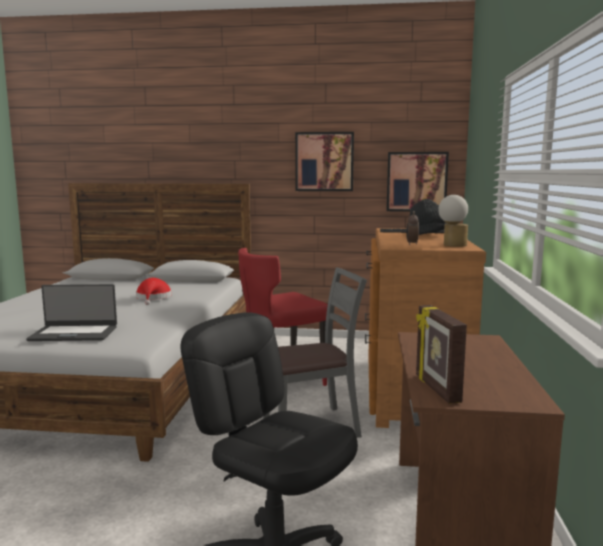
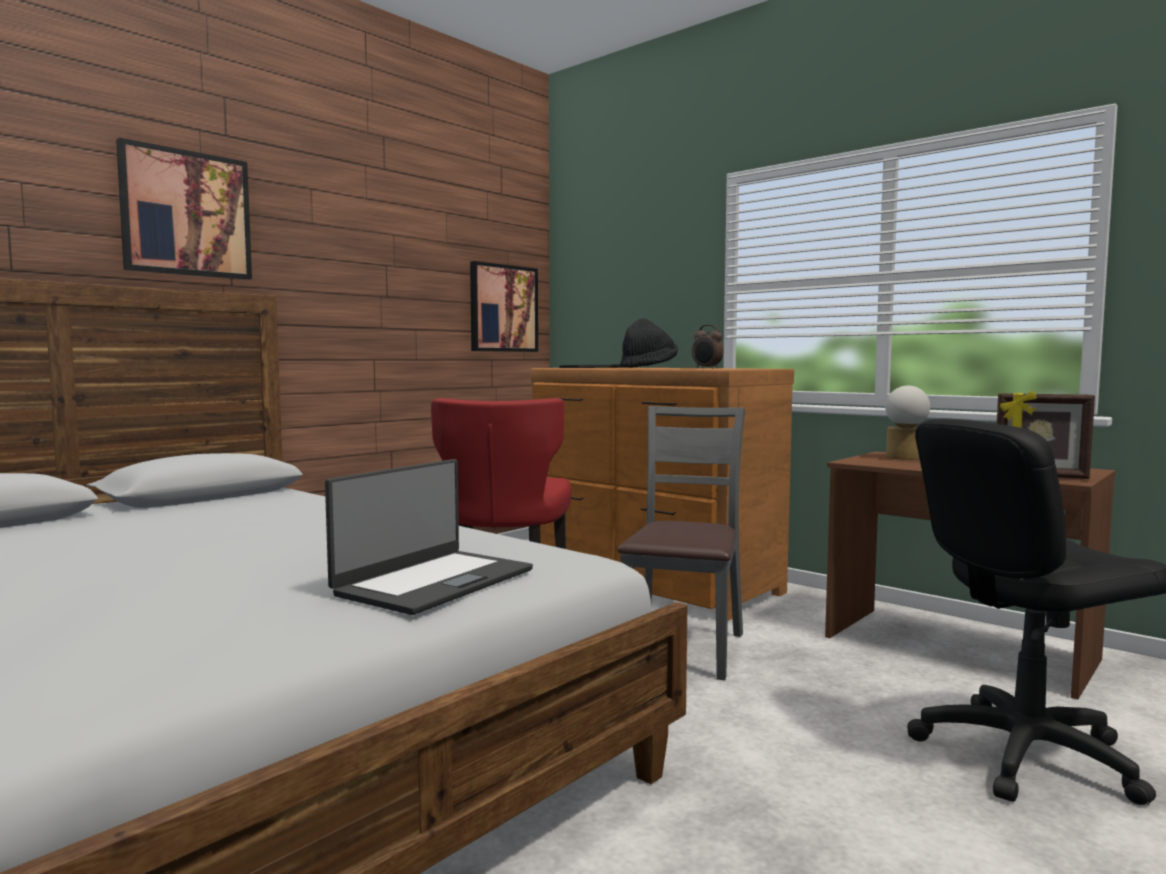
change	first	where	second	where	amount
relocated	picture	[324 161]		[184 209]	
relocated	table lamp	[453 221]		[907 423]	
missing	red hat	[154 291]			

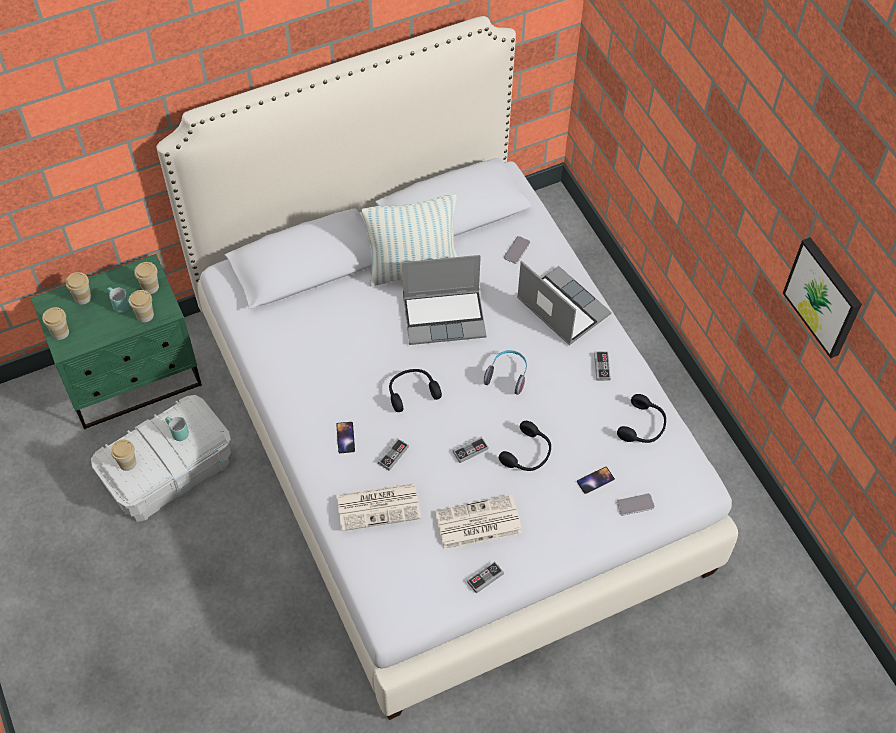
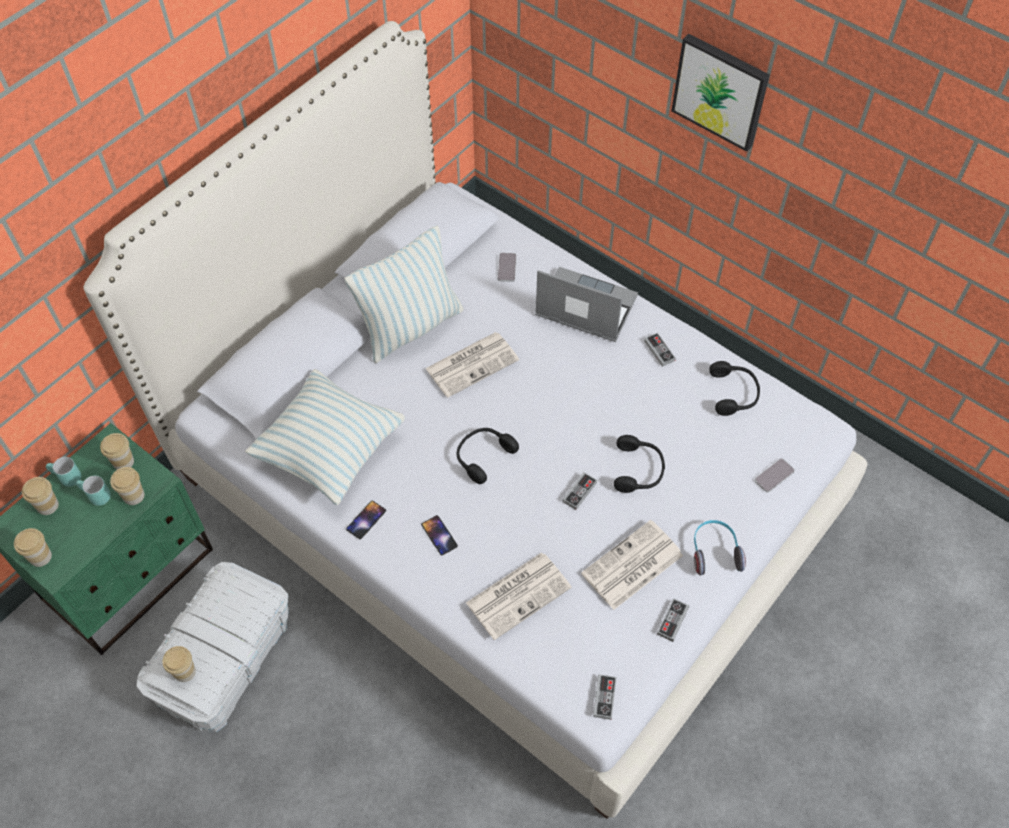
change	first	where	second	where	amount
relocated	turquoise mug	[177 429]		[63 472]	
appeared			pillow	[325 437]	
relocated	phone	[596 480]		[366 519]	
exchanged	laptop	[444 300]	newspaper	[472 365]	
relocated	game controller	[393 454]		[604 697]	
relocated	picture	[822 297]		[720 93]	
relocated	headphones	[505 372]		[720 547]	

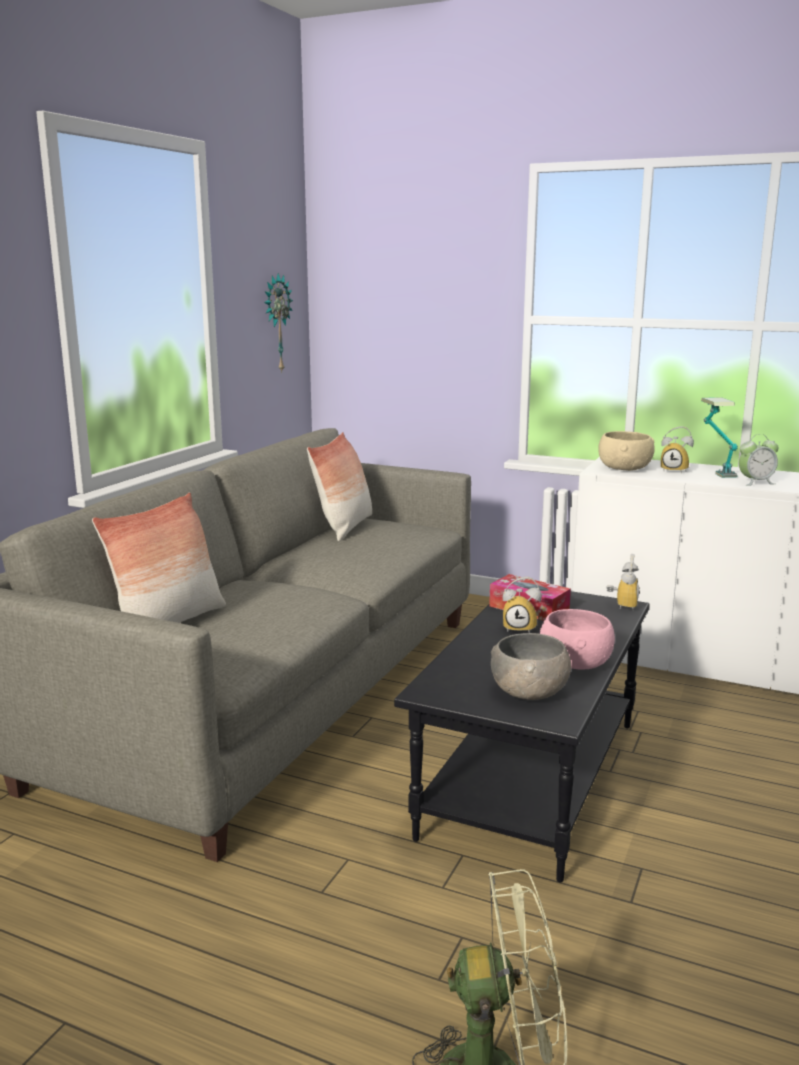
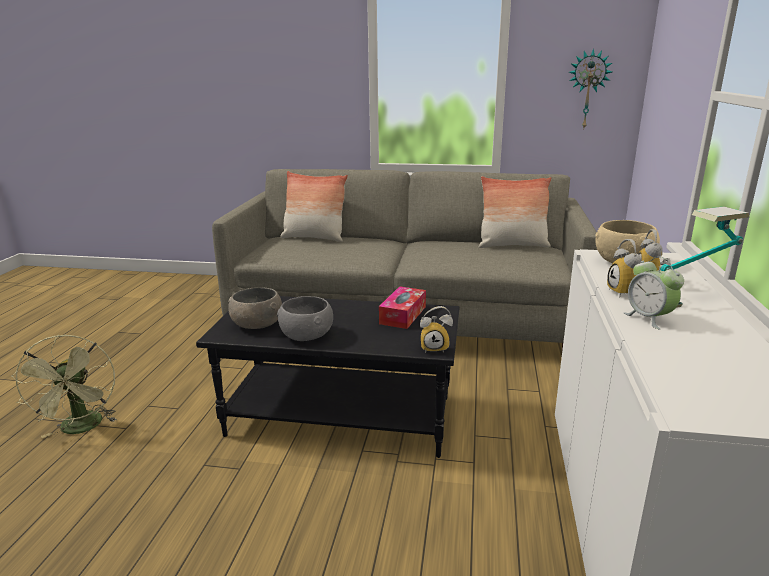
change	first	where	second	where	amount
colour	pink bowl	[577 639]	grey bowl	[305 318]	
relocated	alarm clock	[522 604]		[624 268]	

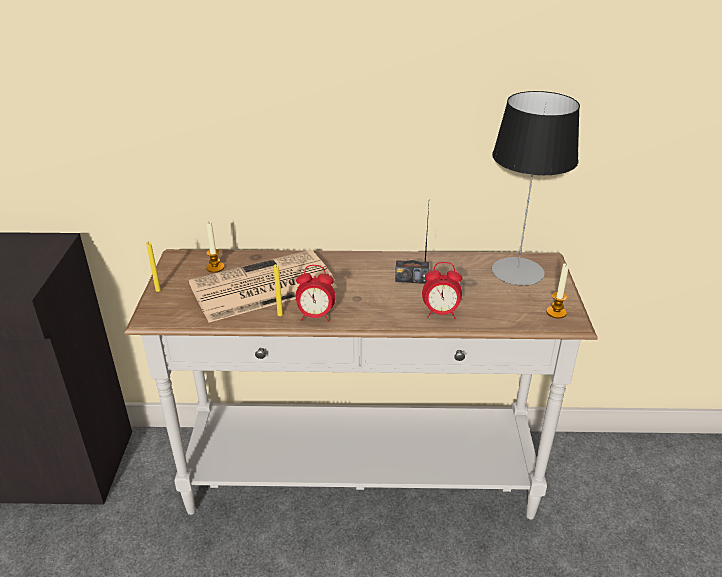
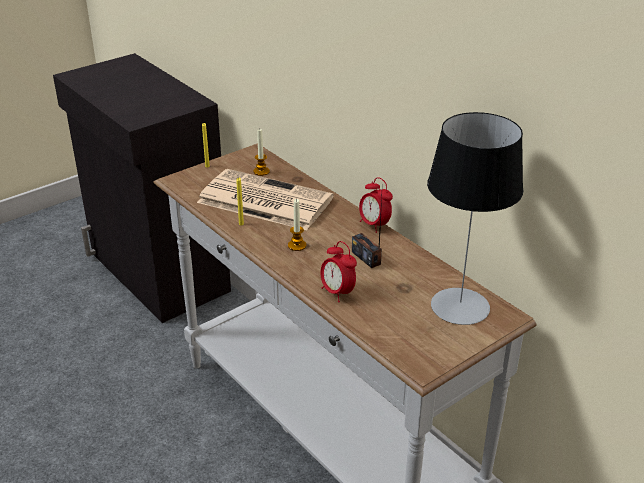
change	first	where	second	where	amount
relocated	candle	[557 291]		[297 225]	
relocated	alarm clock	[316 293]		[376 205]	

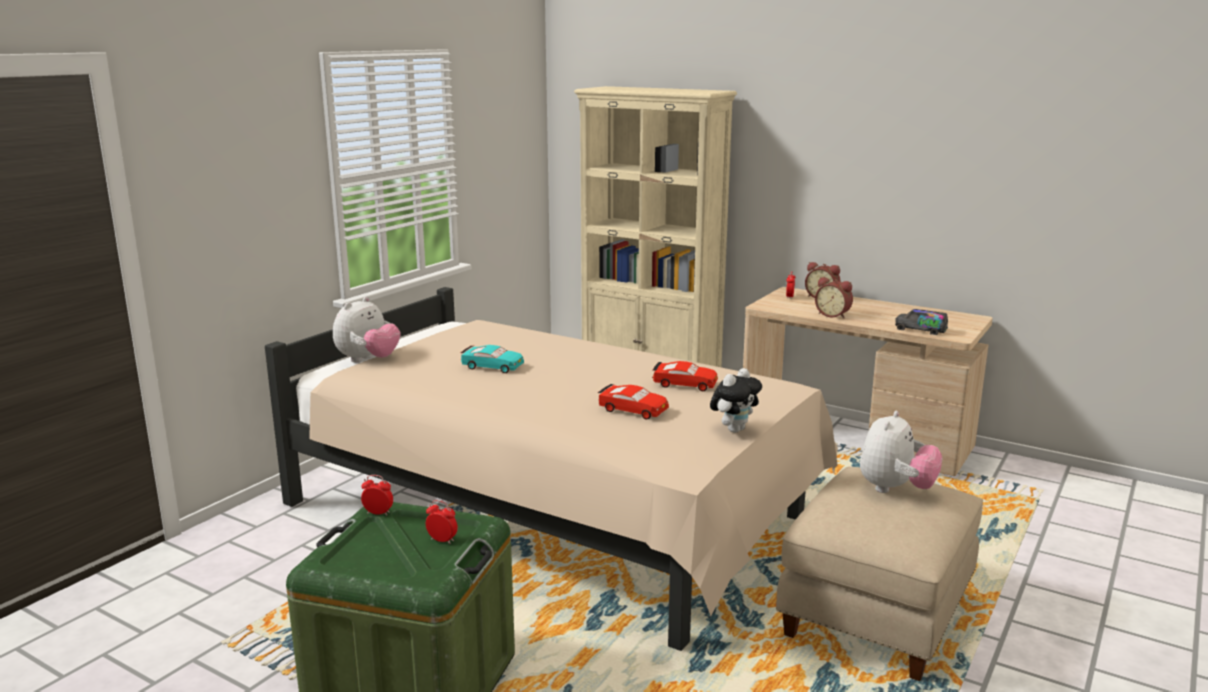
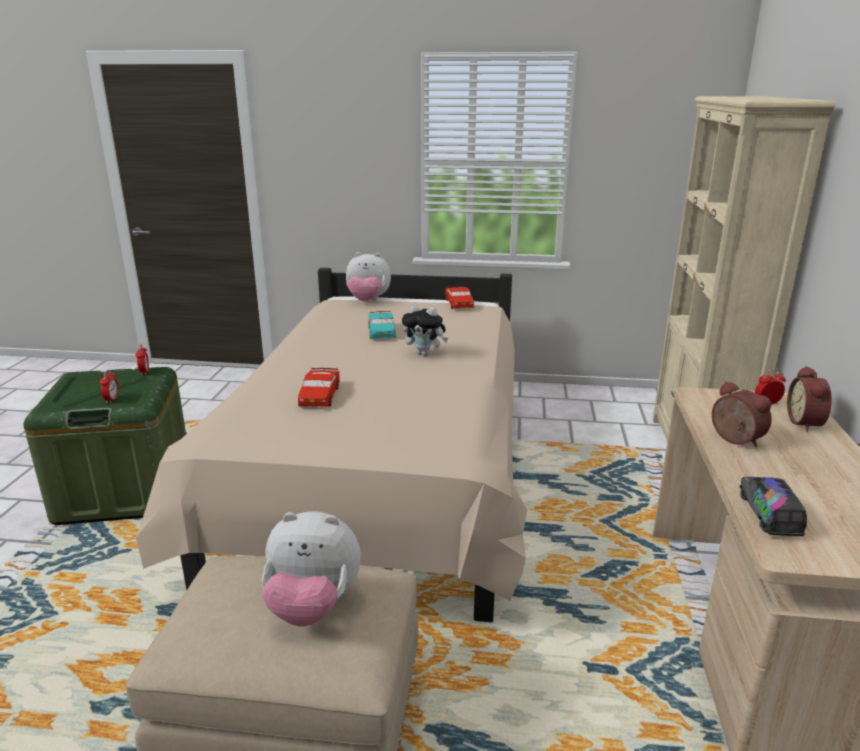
change	first	where	second	where	amount
relocated	plush toy	[736 400]		[425 330]	
relocated	red toy car	[685 376]		[459 297]	
spun	alarm clock	[834 297]		[742 414]	135 degrees clockwise

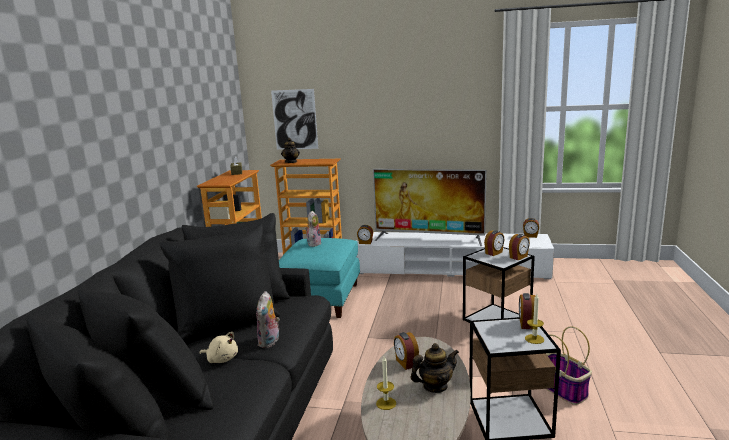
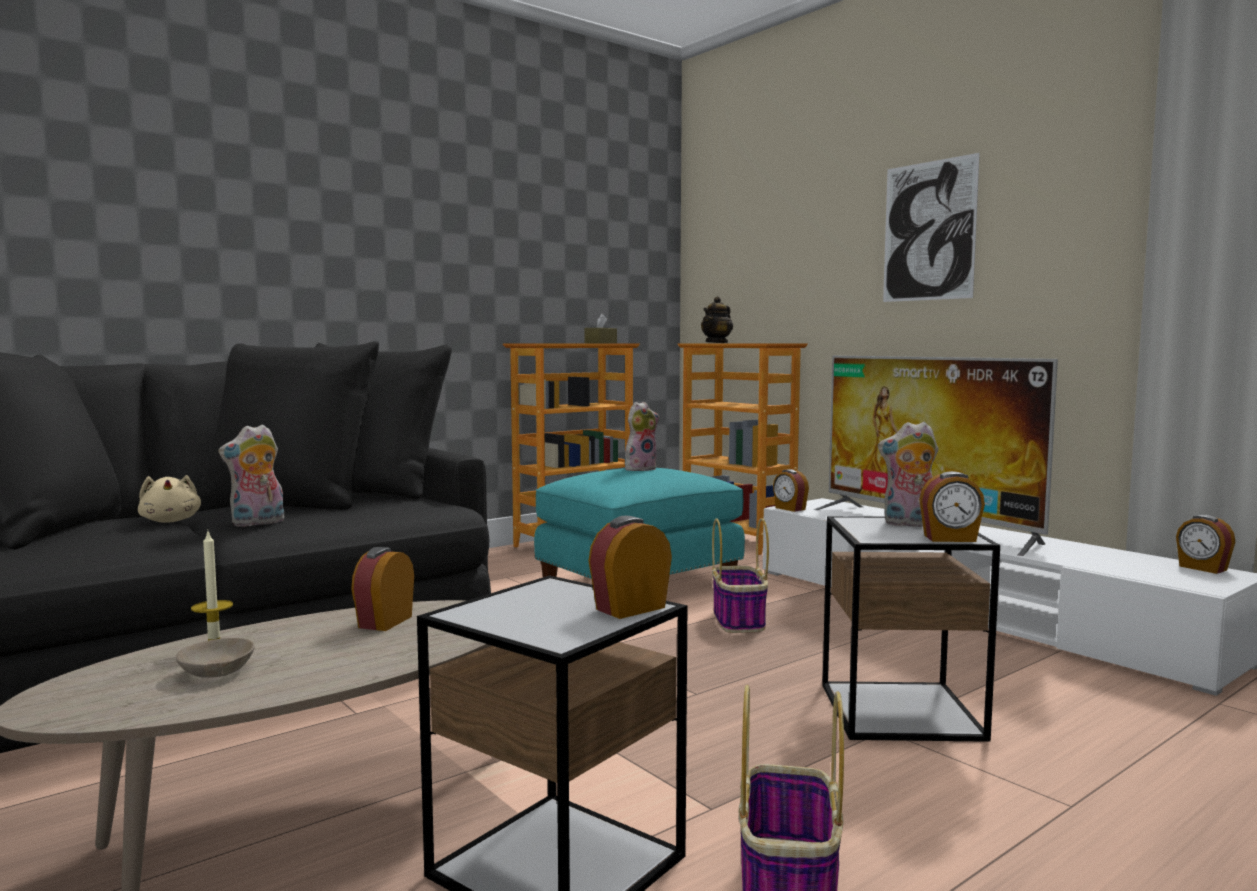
change	first	where	second	where	amount
appeared			beige bowl	[215 658]	
appeared			basket	[740 575]	
exchanged	alarm clock	[494 243]	plush toy	[908 474]	
relocated	picture	[294 119]		[931 227]	
missing	teapot	[435 368]			
missing	candle	[534 319]			

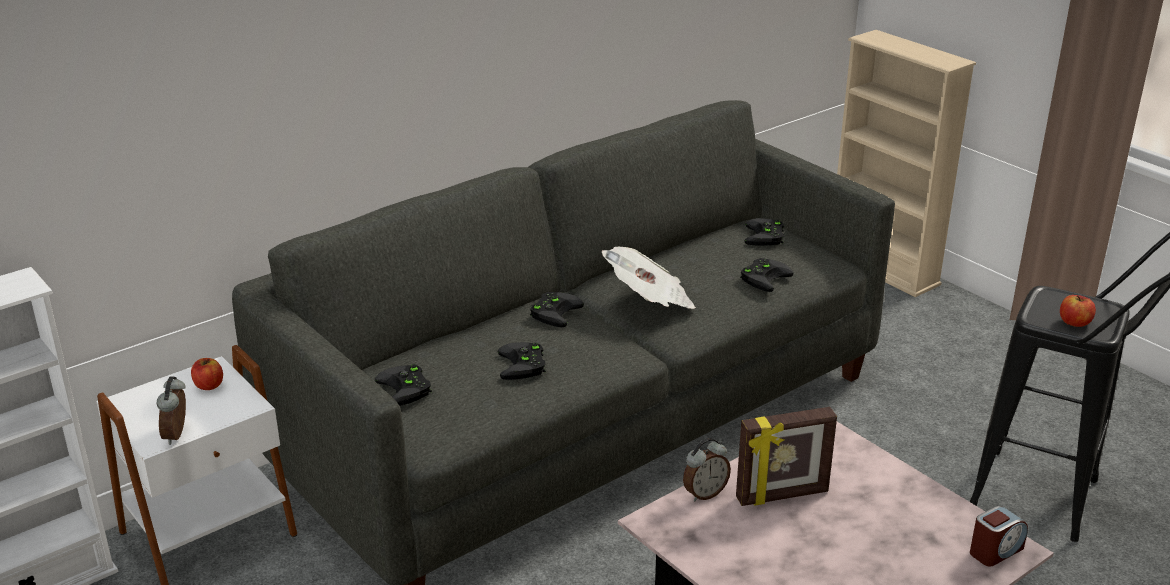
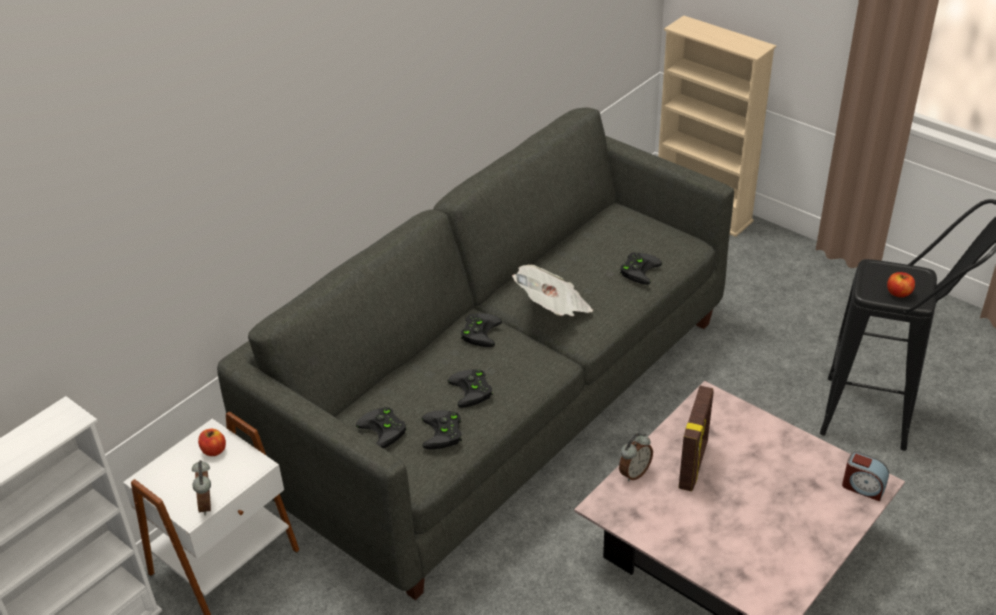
change	first	where	second	where	amount
relocated	black game controller	[764 232]		[442 429]	
spun	picture frame	[786 456]		[696 438]	45 degrees counterclockwise
spun	alarm clock	[999 536]		[865 476]	75 degrees clockwise

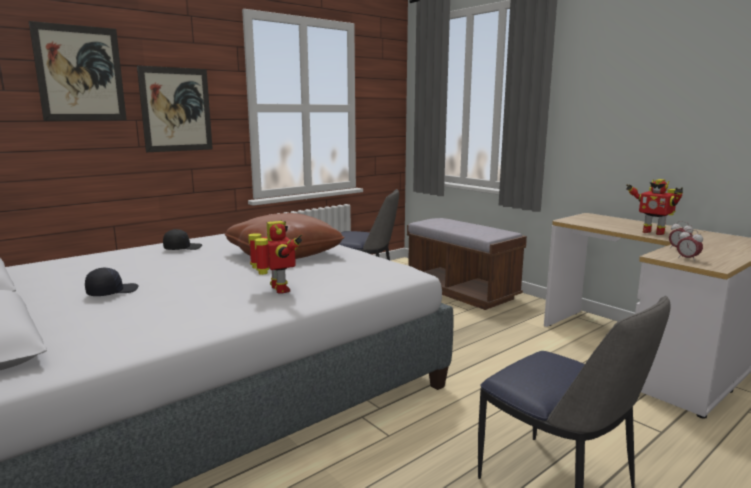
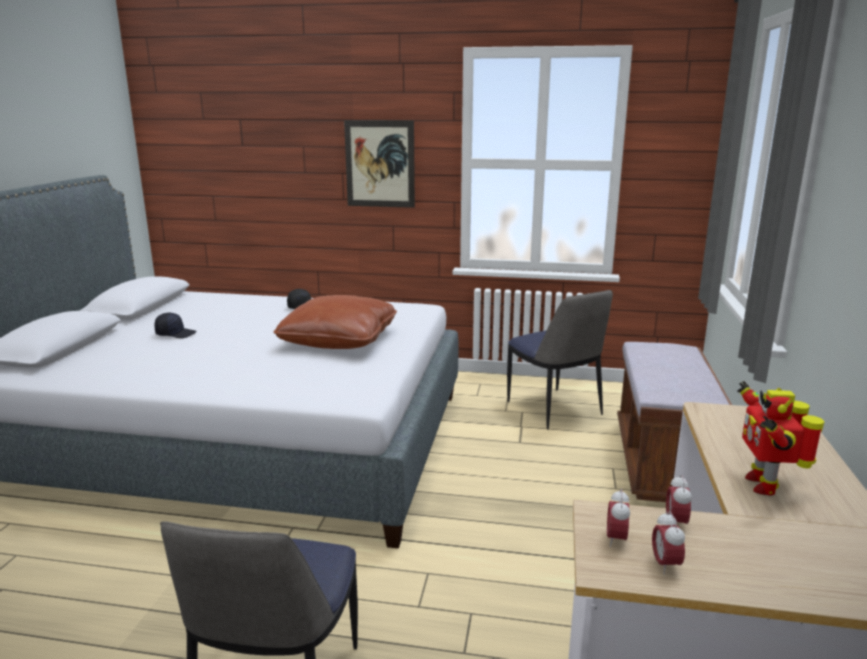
change	first	where	second	where	amount
appeared			alarm clock	[668 542]	
missing	picture	[78 71]			
missing	toy robot	[275 257]			

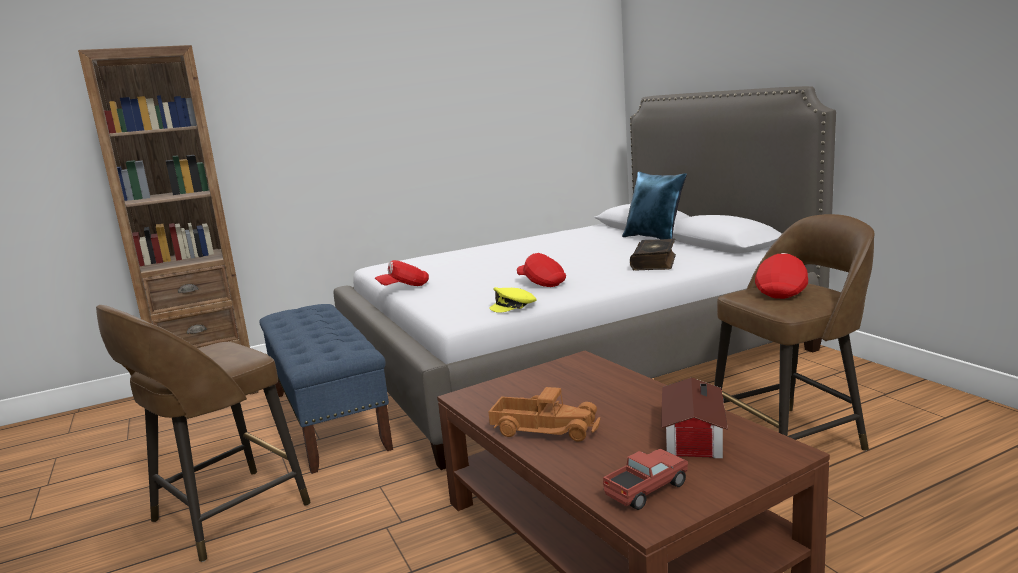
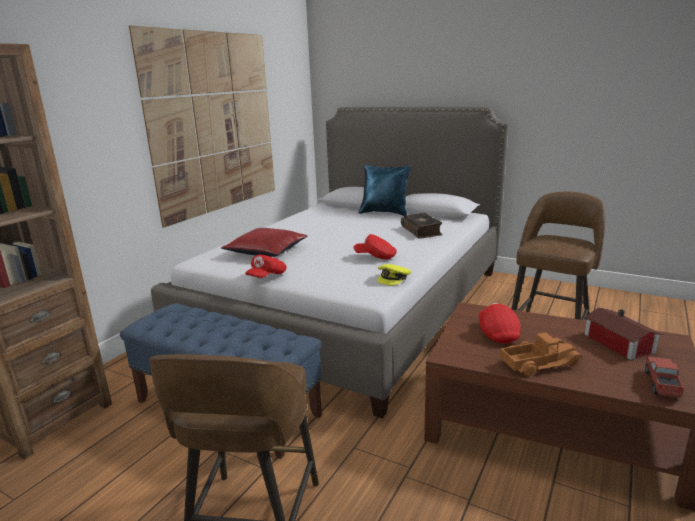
change	first	where	second	where	amount
appeared			picture	[202 127]	
appeared			red pillow	[264 242]	
relocated	red cap	[781 276]		[500 323]	

